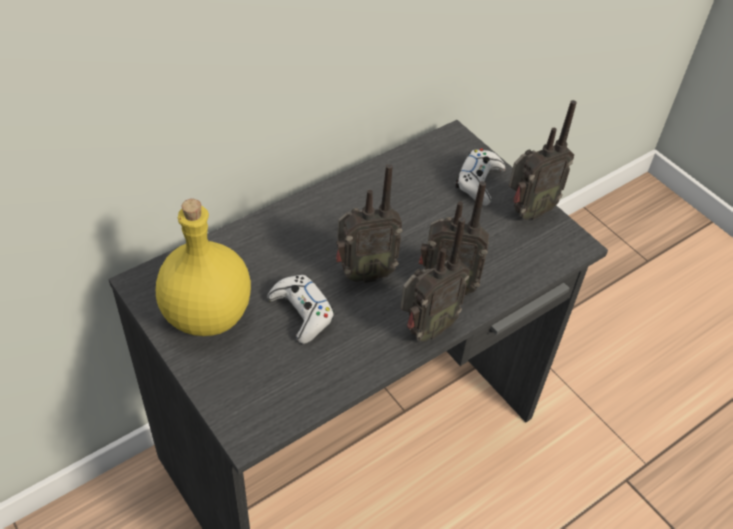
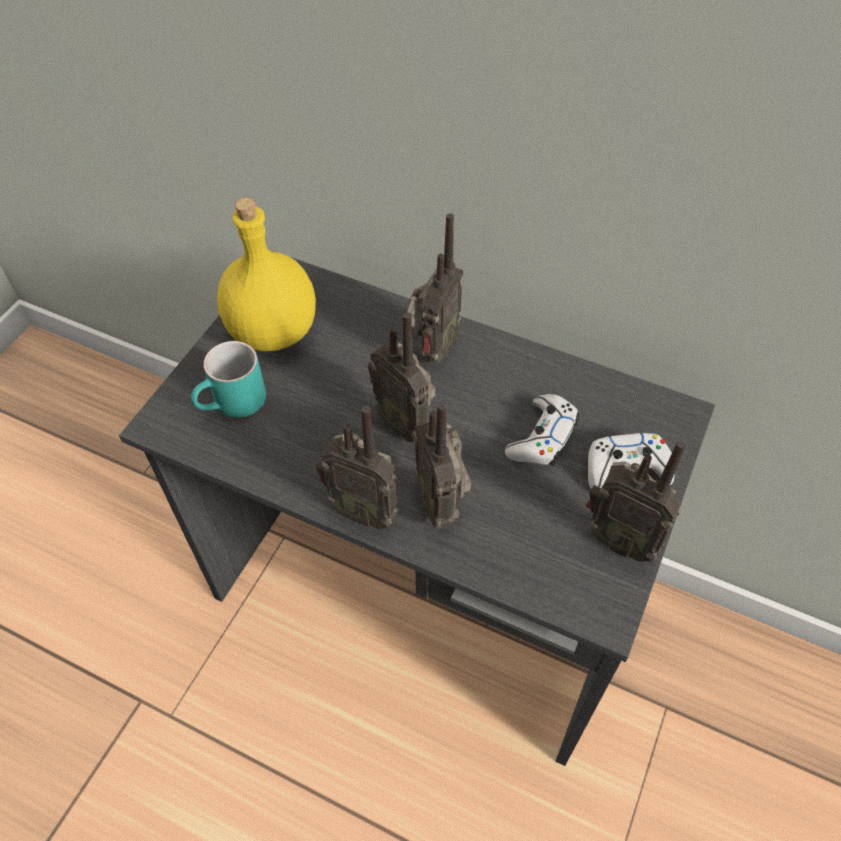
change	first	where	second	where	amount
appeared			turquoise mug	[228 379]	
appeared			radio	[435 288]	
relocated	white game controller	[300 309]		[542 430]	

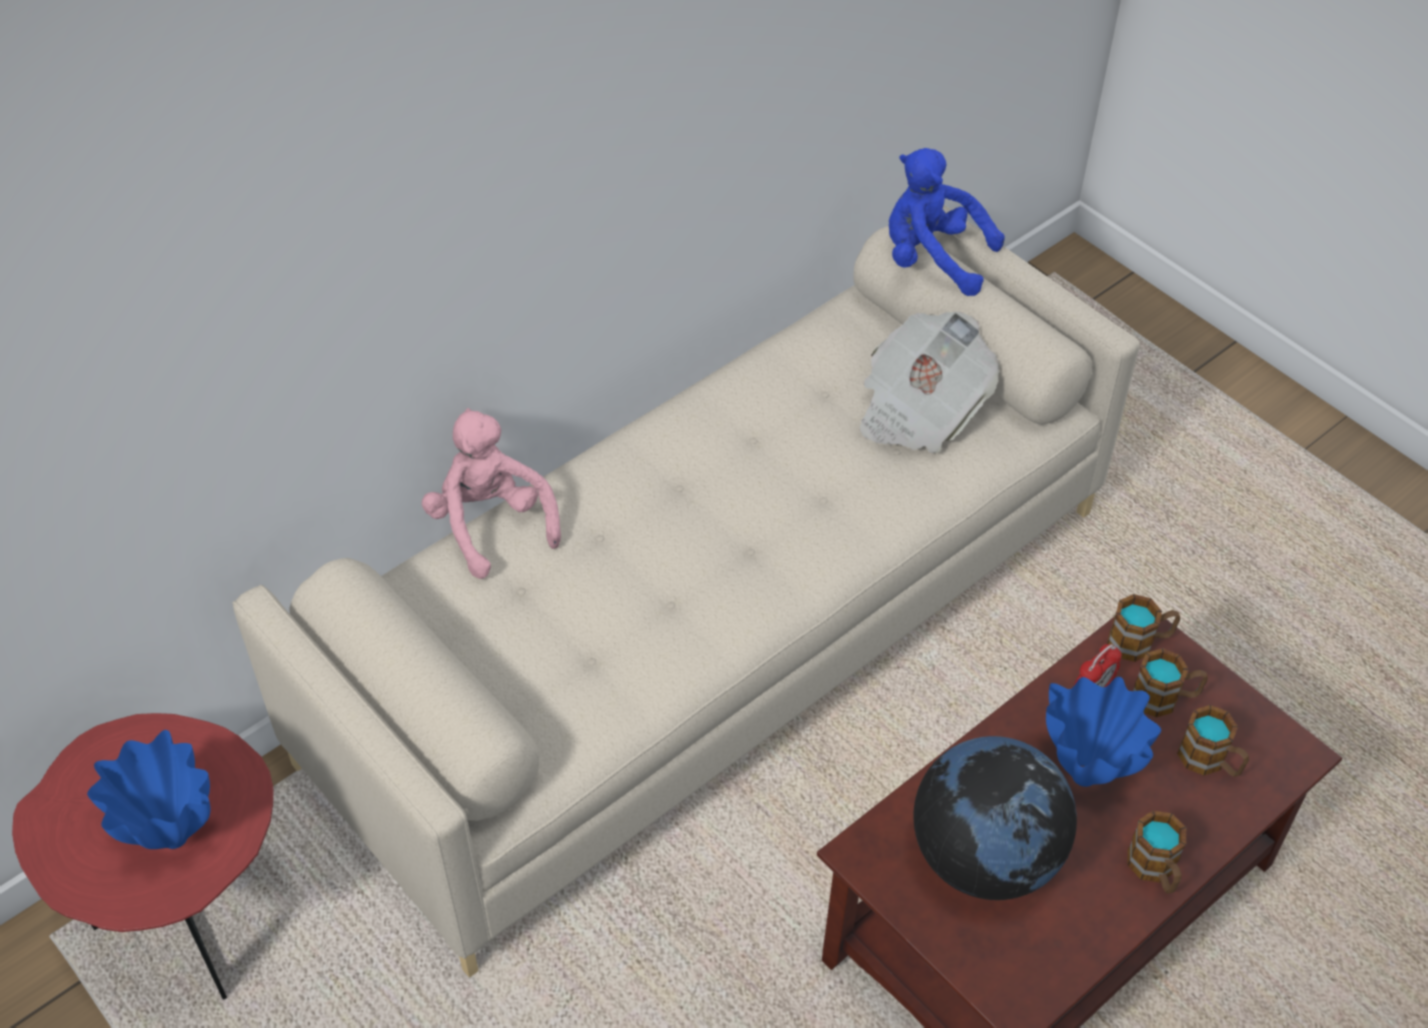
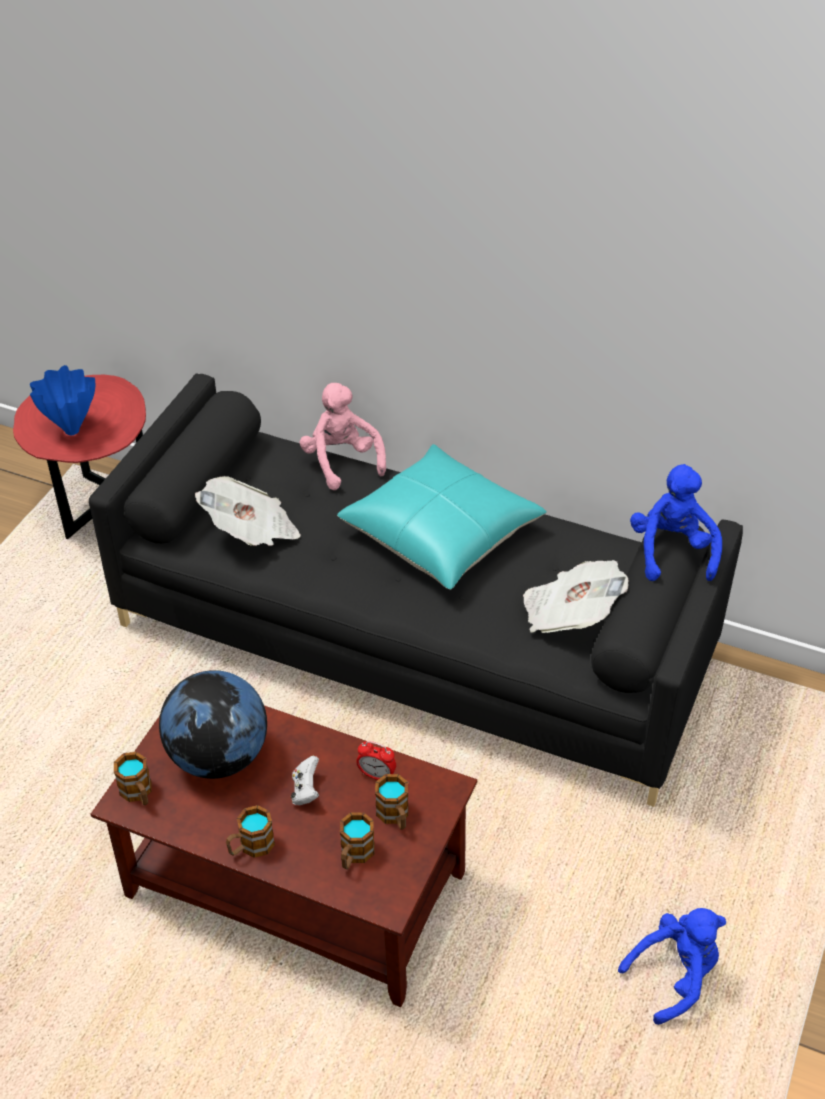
change	first	where	second	where	amount
colour	beige sofa	[686 591]	black sofa	[416 590]	
relocated	mug	[1143 628]		[133 778]	
appeared			newspaper	[248 511]	
exchanged	blue vase	[1103 732]	white game controller	[305 780]	
spun	pink plush toy	[491 493]		[343 436]	60 degrees counterclockwise
appeared			turquoise pillow	[442 516]	
appeared			blue plush toy	[672 966]	

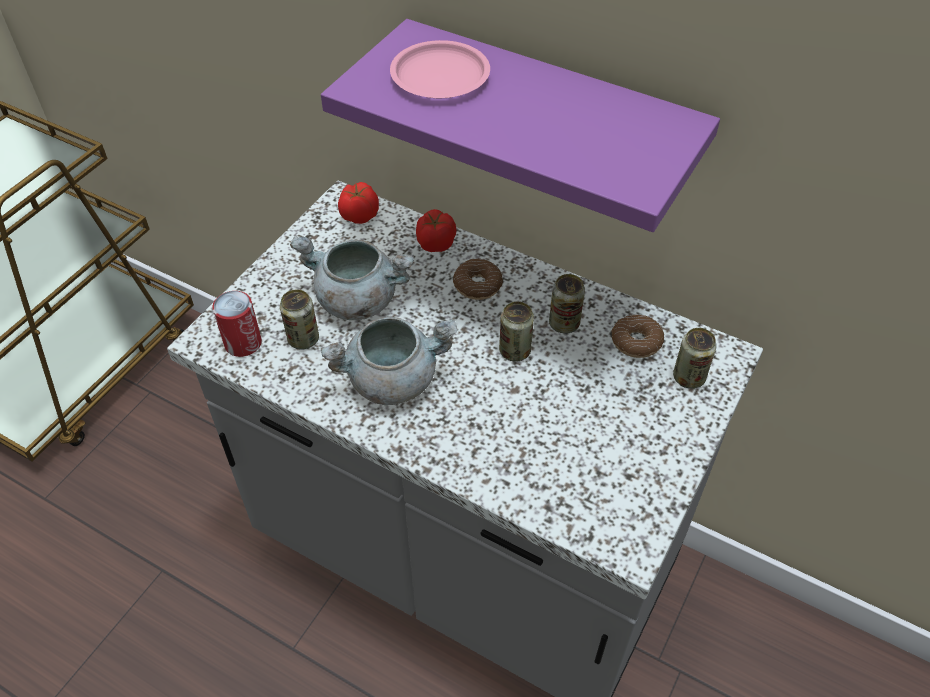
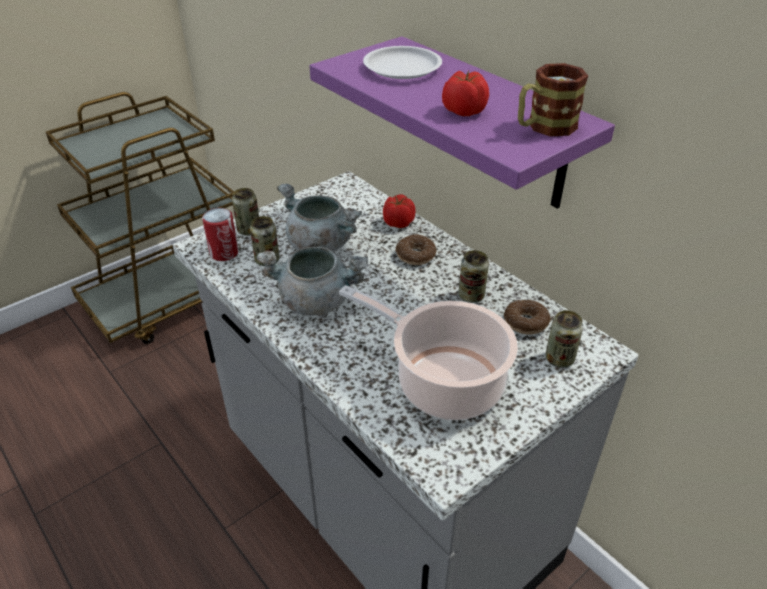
change	first	where	second	where	amount
relocated	can	[516 331]		[245 212]	
appeared			cooking pot	[428 352]	
colour	pink plate	[440 69]	white plate	[402 62]	
relocated	tomato	[358 203]		[465 93]	
appeared			mug	[553 99]	

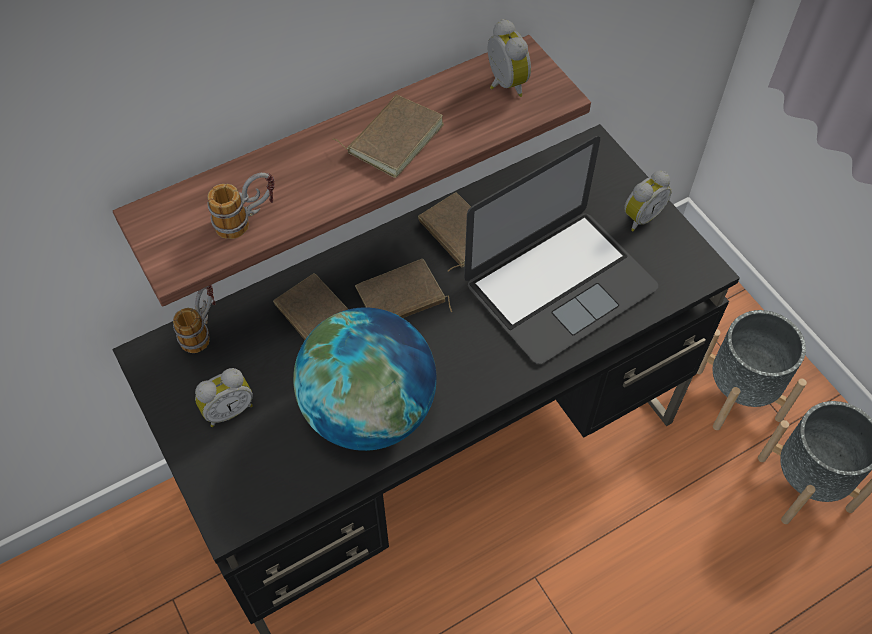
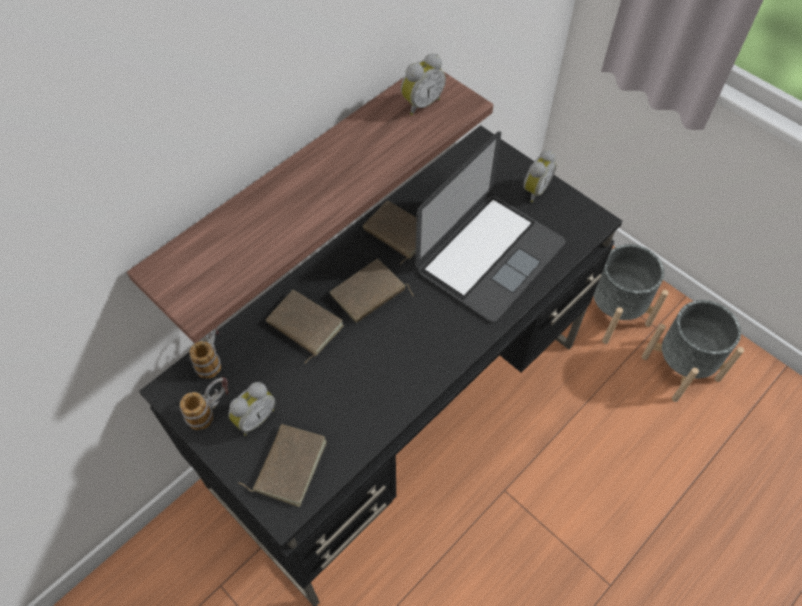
change	first	where	second	where	amount
relocated	mug	[241 206]		[204 403]	
relocated	brown book	[388 136]		[282 465]	
spun	alarm clock	[509 58]		[423 84]	90 degrees clockwise
missing	globe	[365 379]			

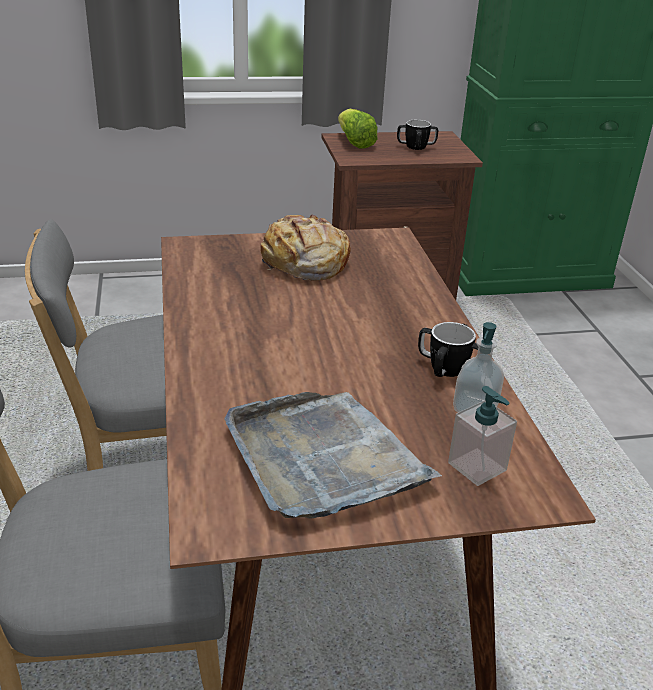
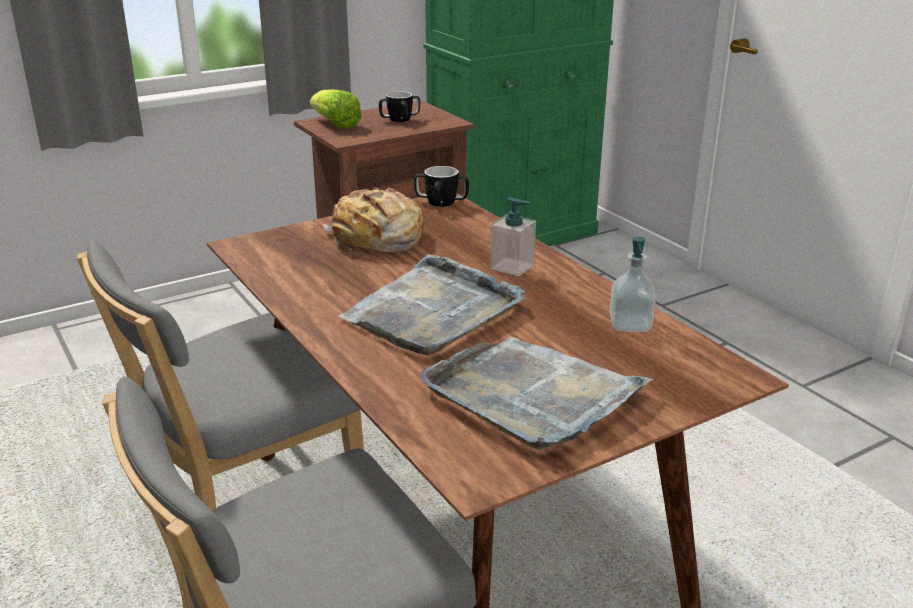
change	first	where	second	where	amount
appeared			grey tray	[431 305]	
relocated	mug	[448 349]		[441 186]	
relocated	soap dispenser	[482 436]		[513 236]	

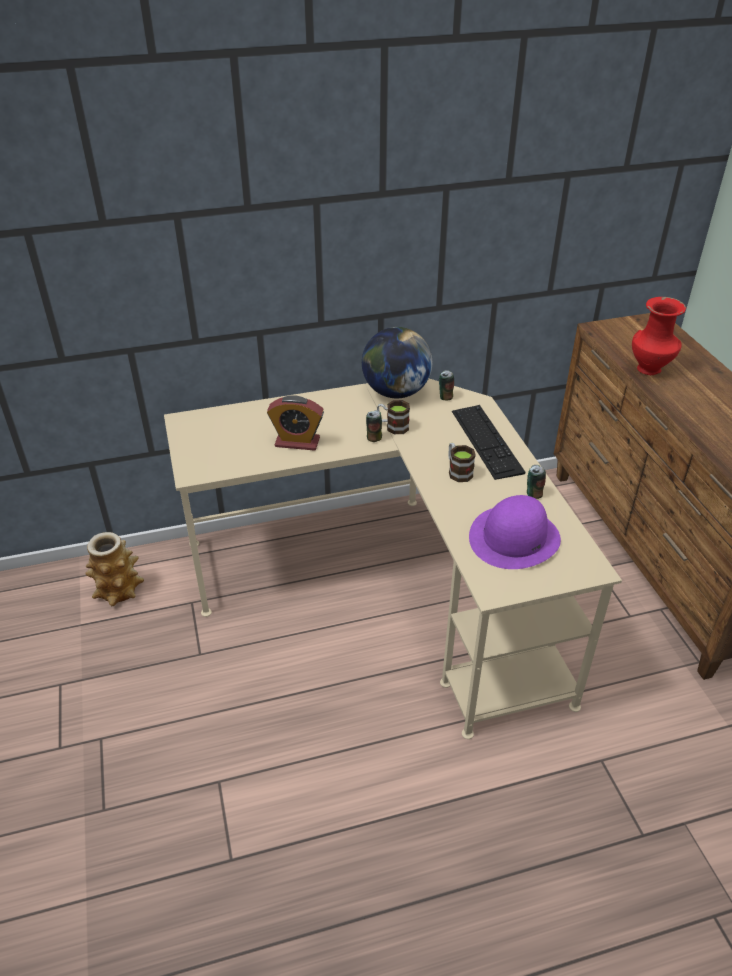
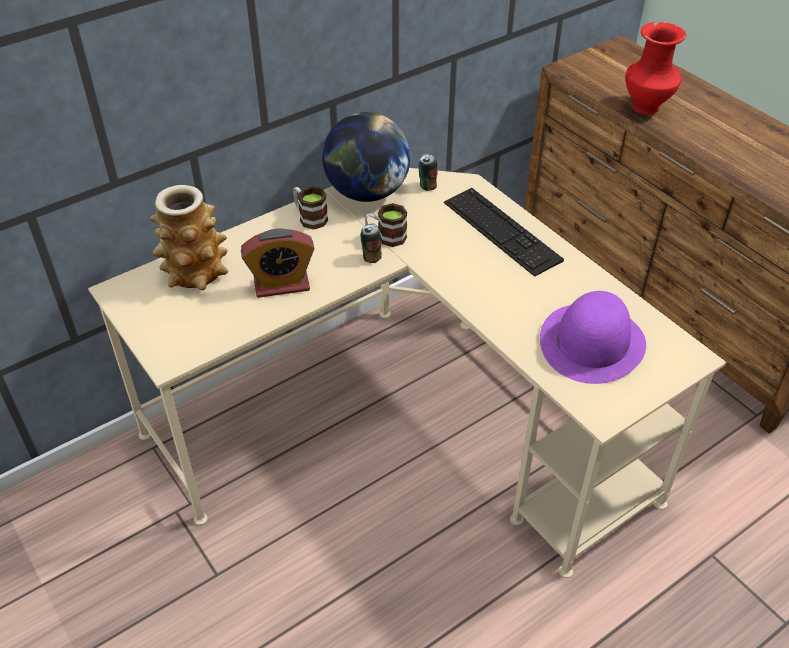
change	first	where	second	where	amount
relocated	vase	[114 569]		[189 237]	
relocated	mug	[462 462]		[310 208]	
missing	can	[536 482]			

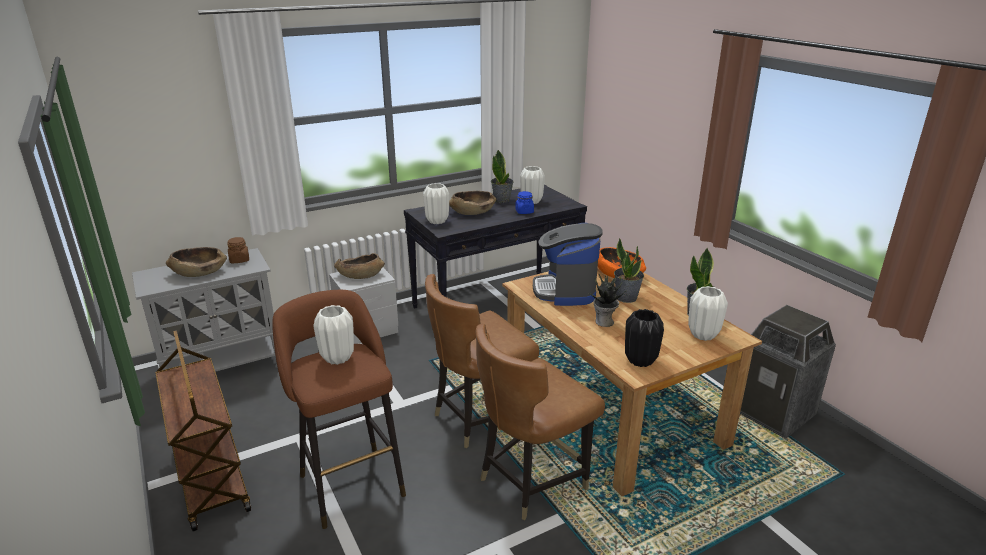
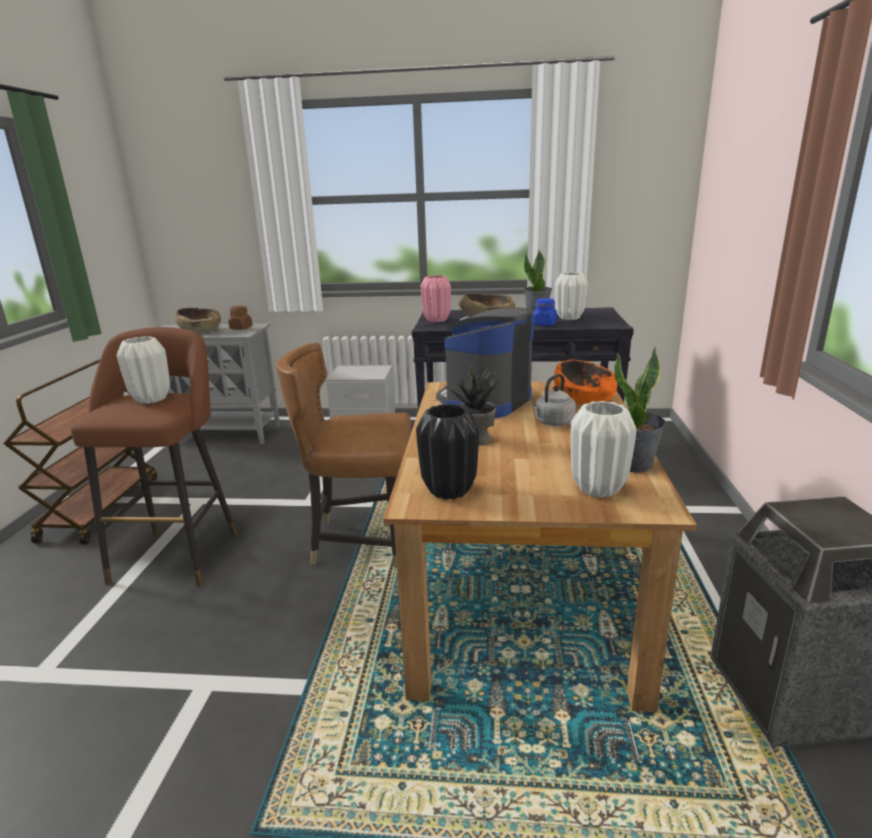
change	first	where	second	where	amount
colour	white vase	[436 203]	pink vase	[436 298]	
exchanged	potted plant	[629 270]	grey kettle	[554 400]	
missing	brown bowl	[359 266]			
missing	brown chair	[540 422]			

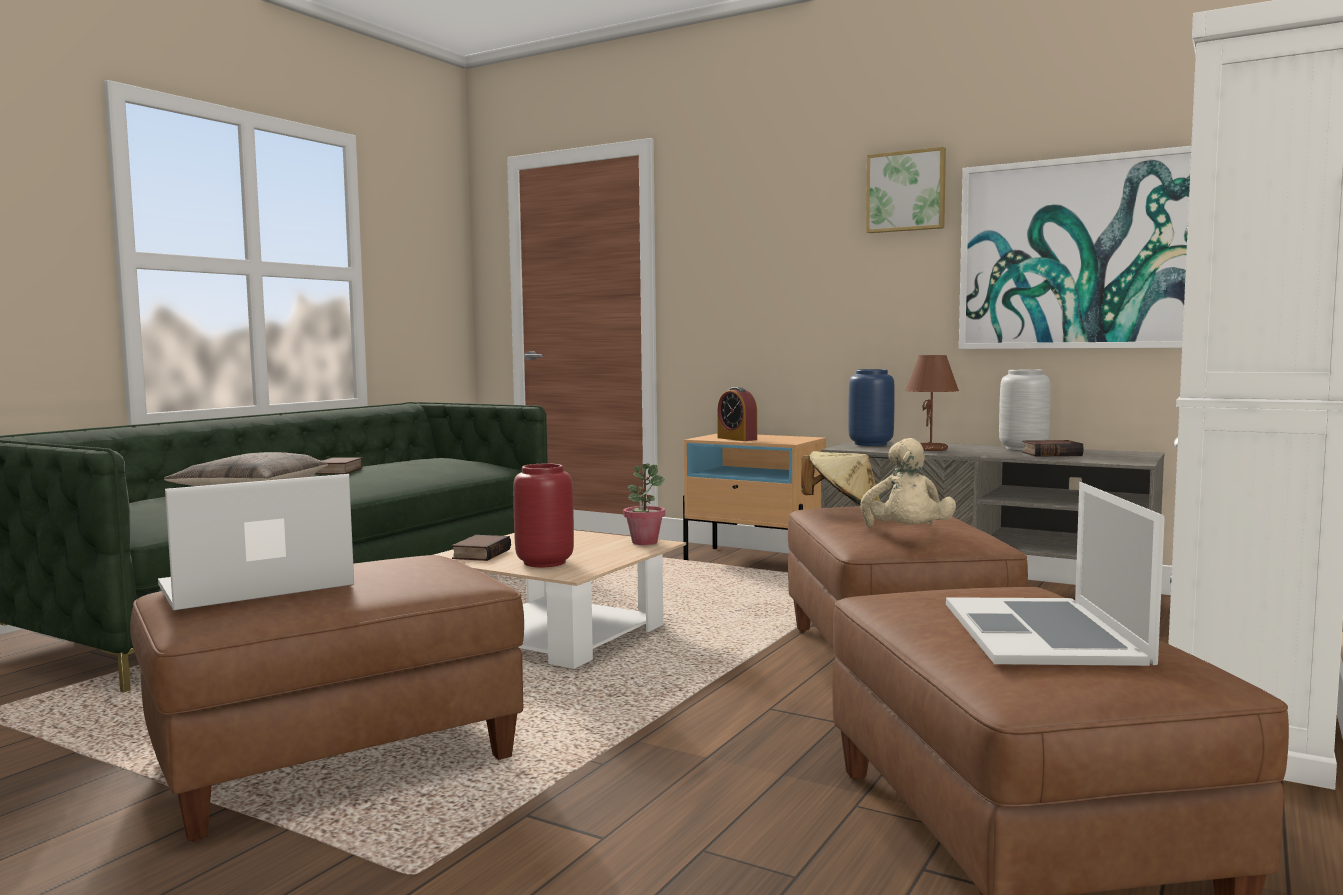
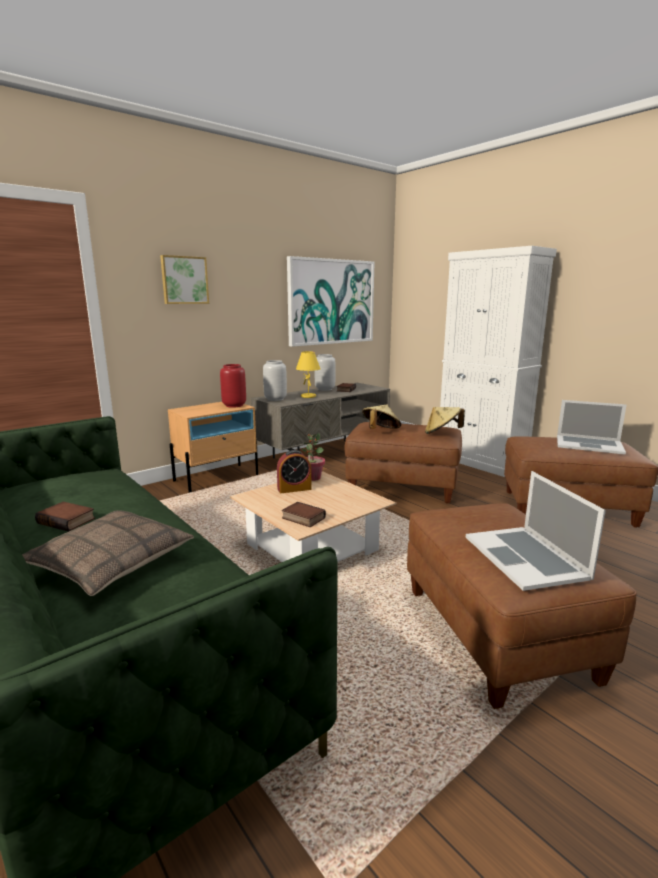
change	first	where	second	where	amount
relocated	picture	[906 190]		[184 279]	
relocated	red vase	[543 515]		[233 386]	
colour	blue vase	[871 407]	grey vase	[275 380]	
relocated	alarm clock	[737 414]		[294 471]	
colour	brown table lamp	[932 403]	yellow table lamp	[308 374]	
exchanged	beige plush toy	[908 482]	beige hat	[445 420]	

